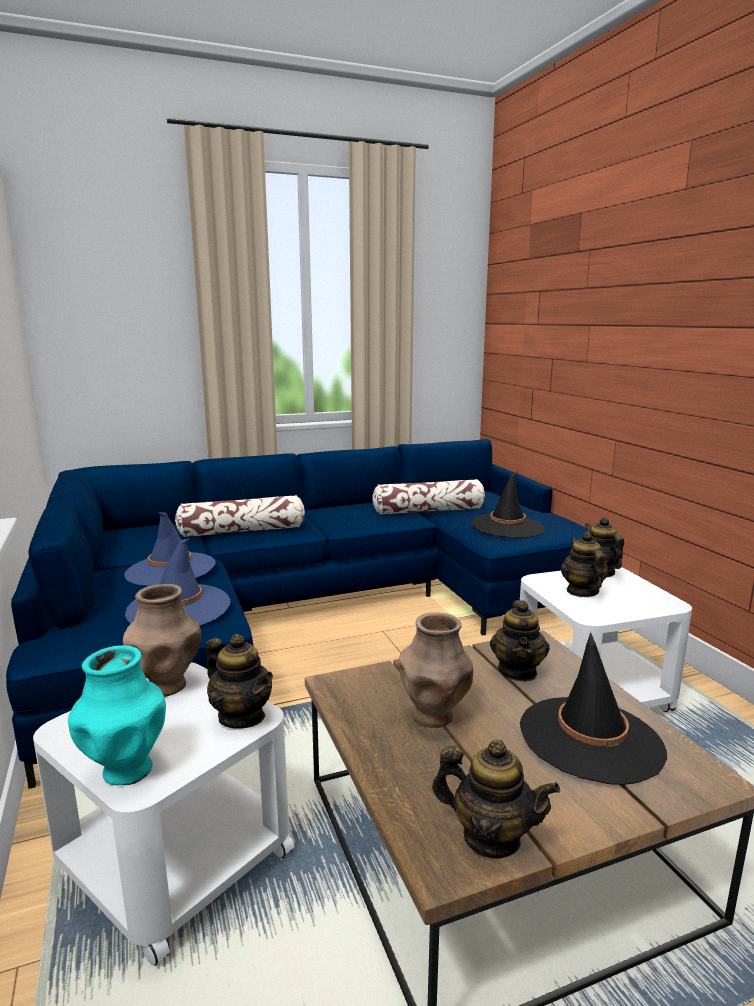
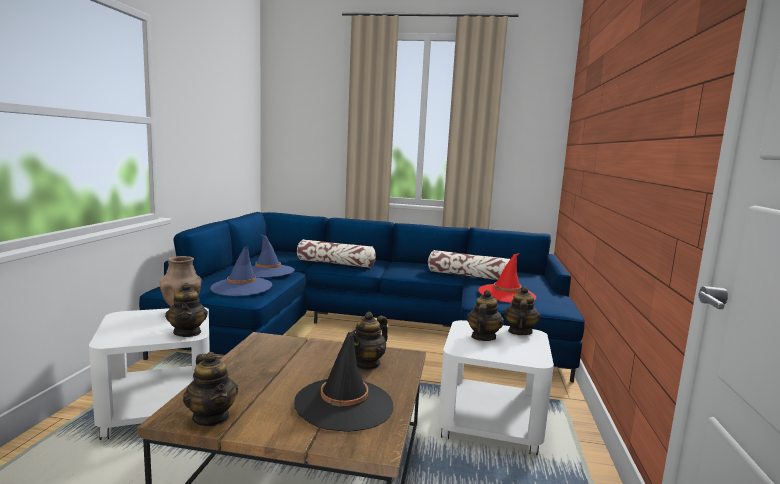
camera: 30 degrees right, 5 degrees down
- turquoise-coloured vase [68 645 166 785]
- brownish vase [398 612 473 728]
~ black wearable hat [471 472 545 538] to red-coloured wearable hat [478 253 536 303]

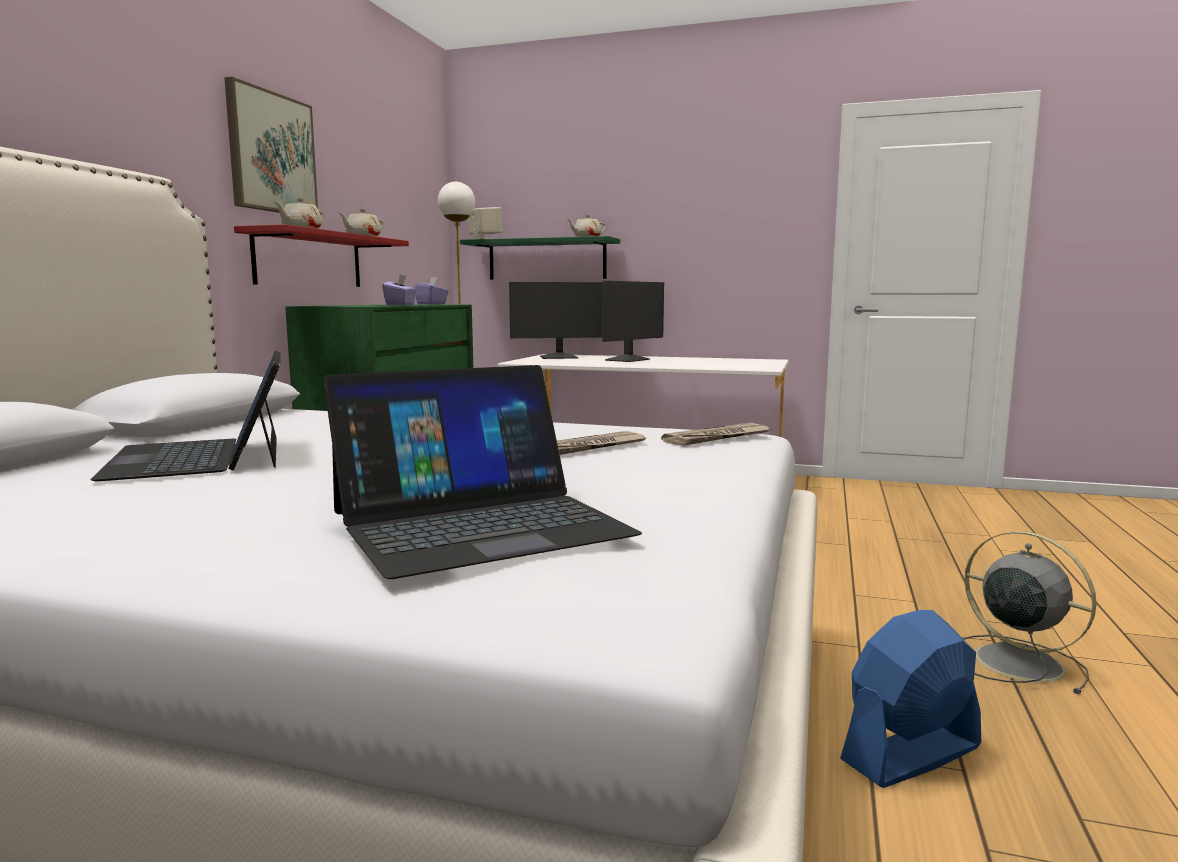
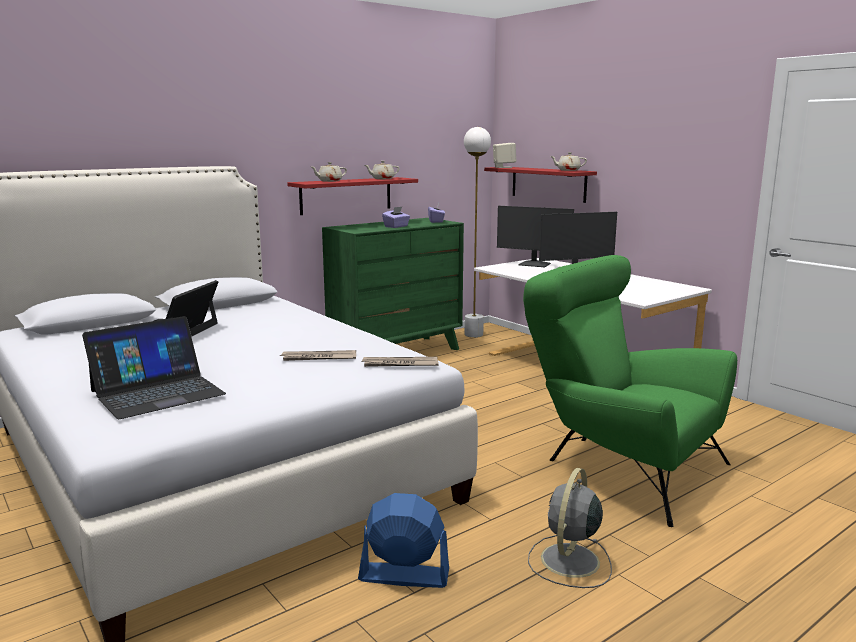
camera: 35 degrees right, 5 degrees up
- picture [224 77 318 213]
+ green armchair [523 255 737 527]
~ green wall shelf [460 236 620 279] to red-coloured wall shelf [484 167 597 203]
~ laptop [324 365 642 579] = [82 316 226 419] 45 degrees counterclockwise
~ gray electric fan [963 531 1097 694] = [528 468 612 588] 150 degrees counterclockwise

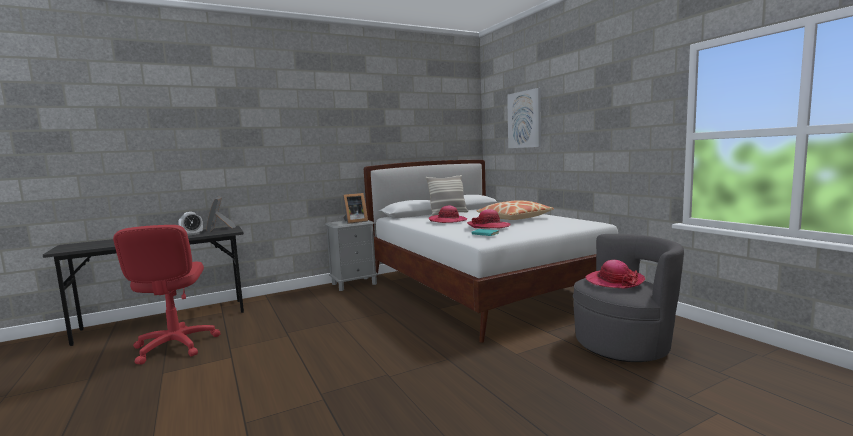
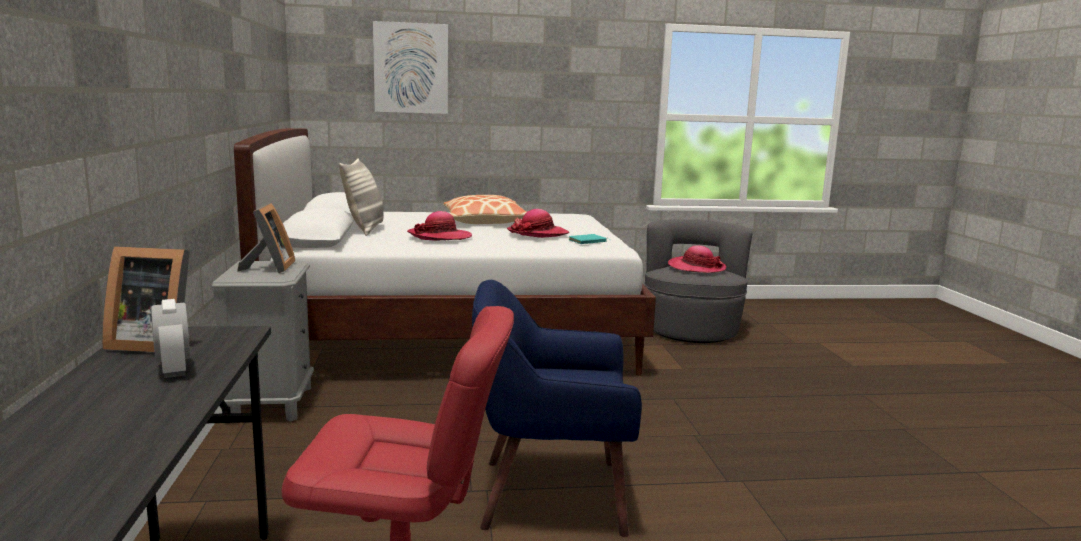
camera: 70 degrees left, 5 degrees up
+ bluish armchair [472 280 642 537]

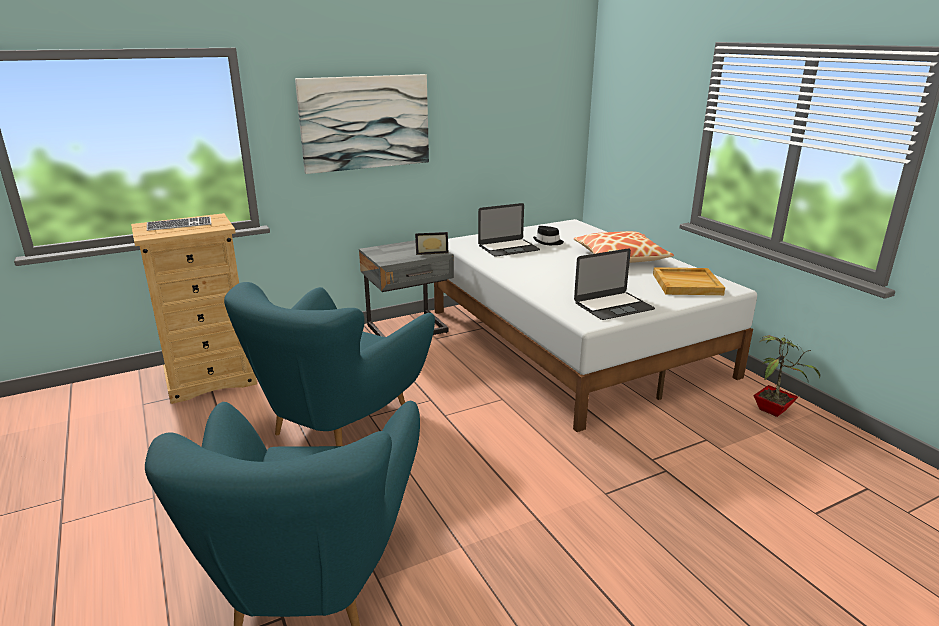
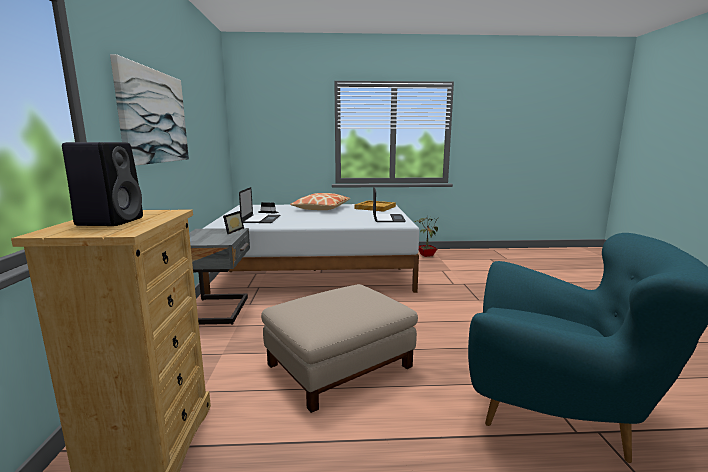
camera: 65 degrees left, 10 degrees down
~ computer keyboard [147 216 211 231] to black audio speaker [62 142 143 226]
~ turquoise-coloured armchair [224 282 435 446] to beige ottoman [261 284 418 413]

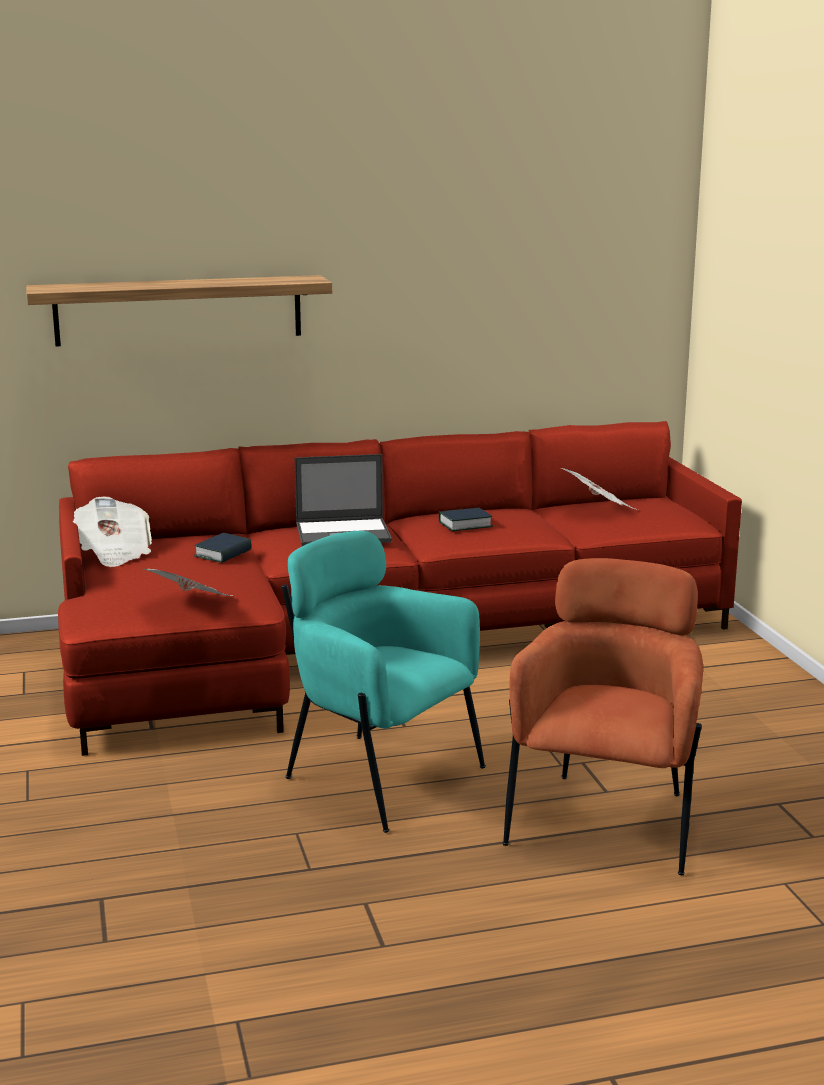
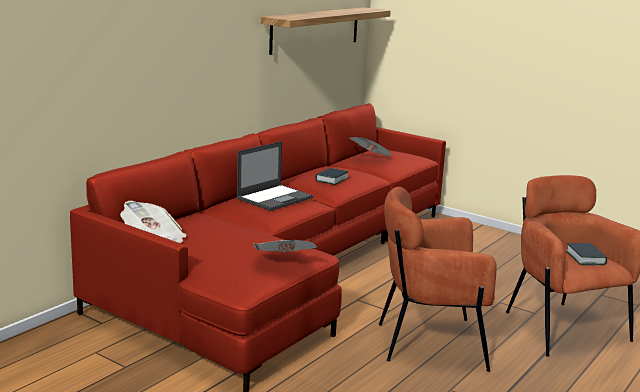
camera: 40 degrees left, 0 degrees up
~ wall shelf [26 275 332 347] to [261 7 391 55]
~ volume [194 533 252 563] to [566 243 607 265]
~ turquoise-coloured armchair [282 531 486 833] to brownish armchair [379 187 496 372]

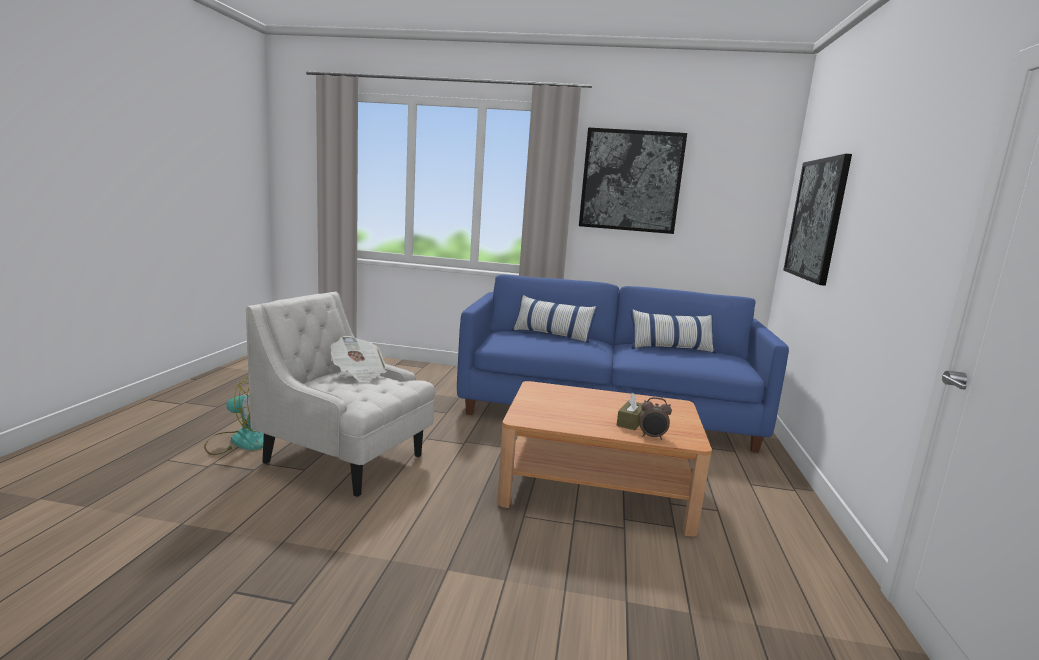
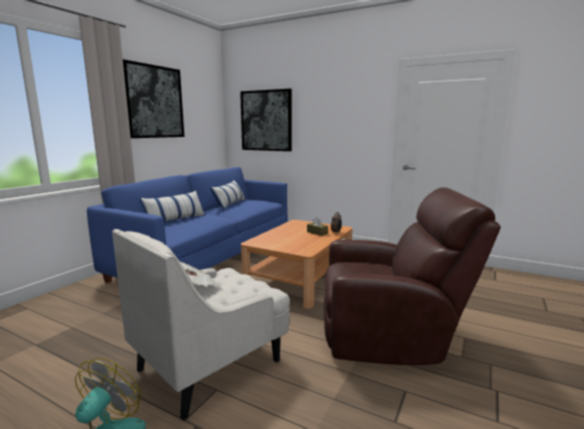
camera: 70 degrees left, 0 degrees up
+ brownish armchair [324 187 501 365]

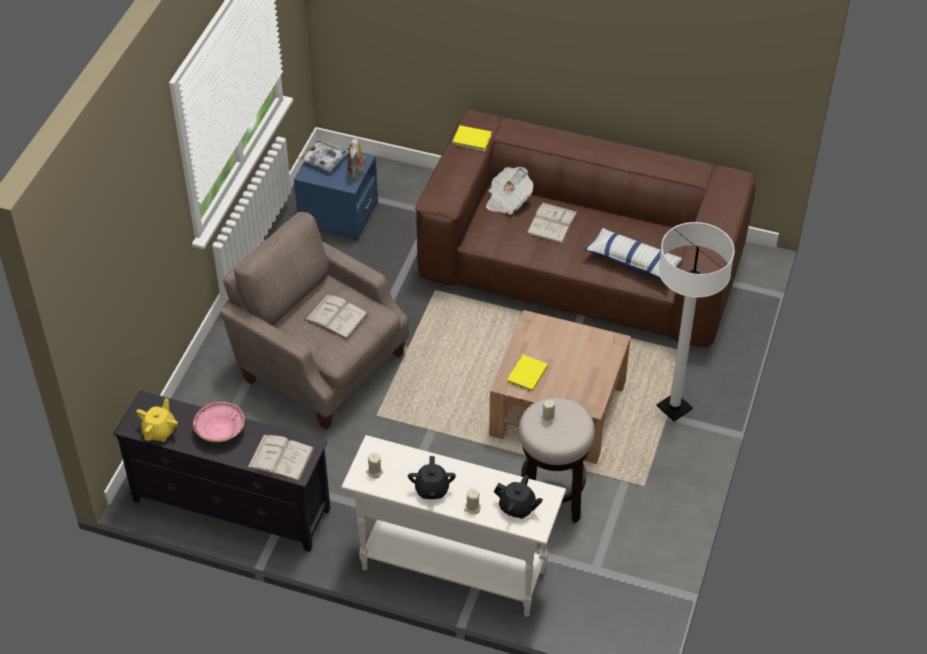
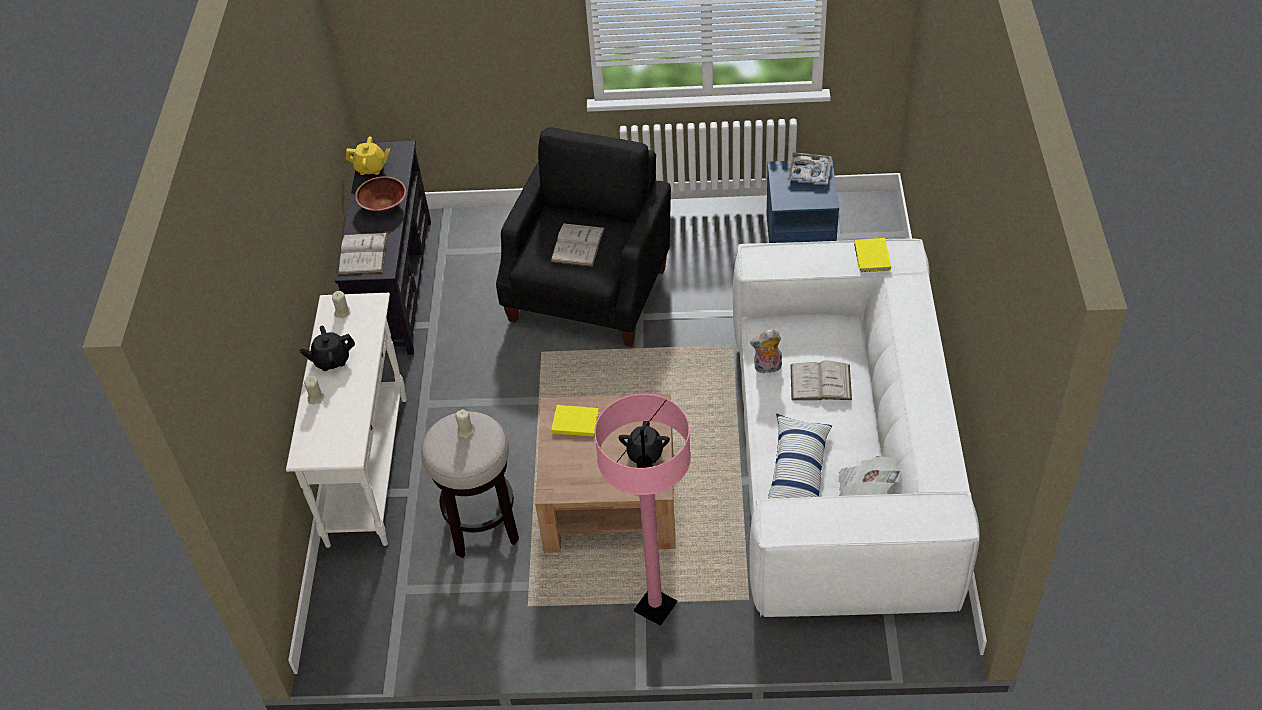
camera: 75 degrees right, 0 degrees up
~ plush toy [347 138 366 180] to [750 329 782 374]
~ daily paper [486 167 533 215] to [839 456 901 496]
~ black teapot [494 475 543 519] to [619 421 670 463]
~ pink deep dish [193 402 245 442] to brownish deep dish [355 176 406 212]
~ beige armchair [221 212 409 430] to black armchair [496 127 671 347]
~ brownish couch [415 110 756 348] to whitish couch [733 239 980 617]
~ whitish standard lamp [657 222 735 421] to pink standard lamp [594 394 691 626]

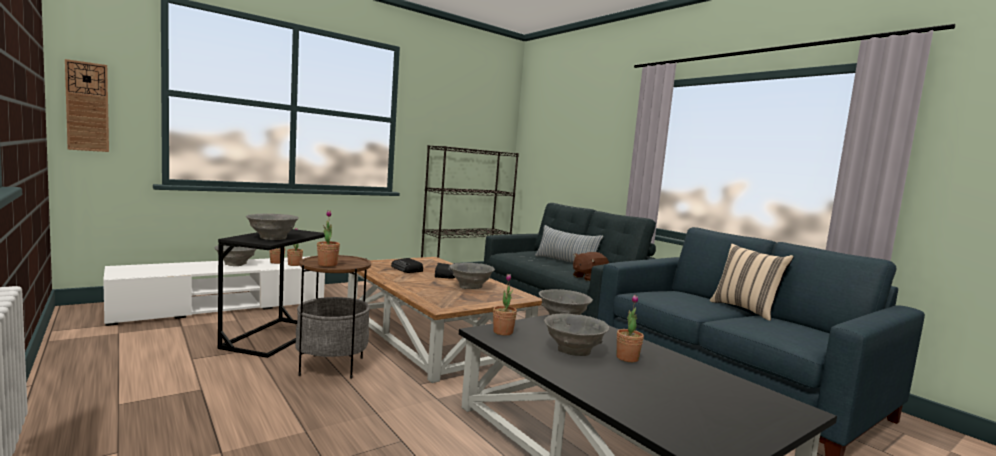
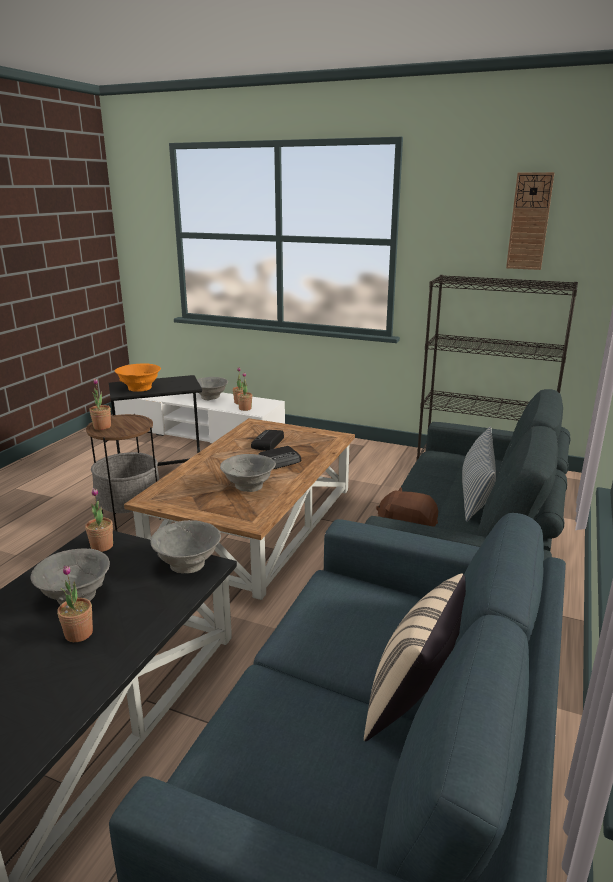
camera: 60 degrees right, 15 degrees up
~ clock on the wall [65 59 109 152] to [506 172 555 270]
~ gray deep dish [246 214 299 240] to orange deep dish [115 363 161 392]

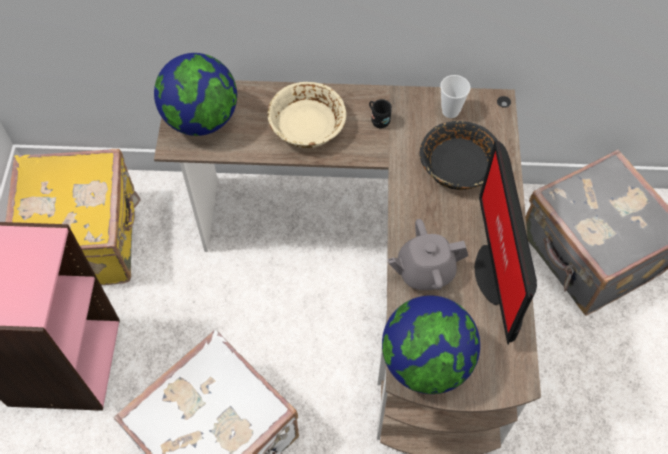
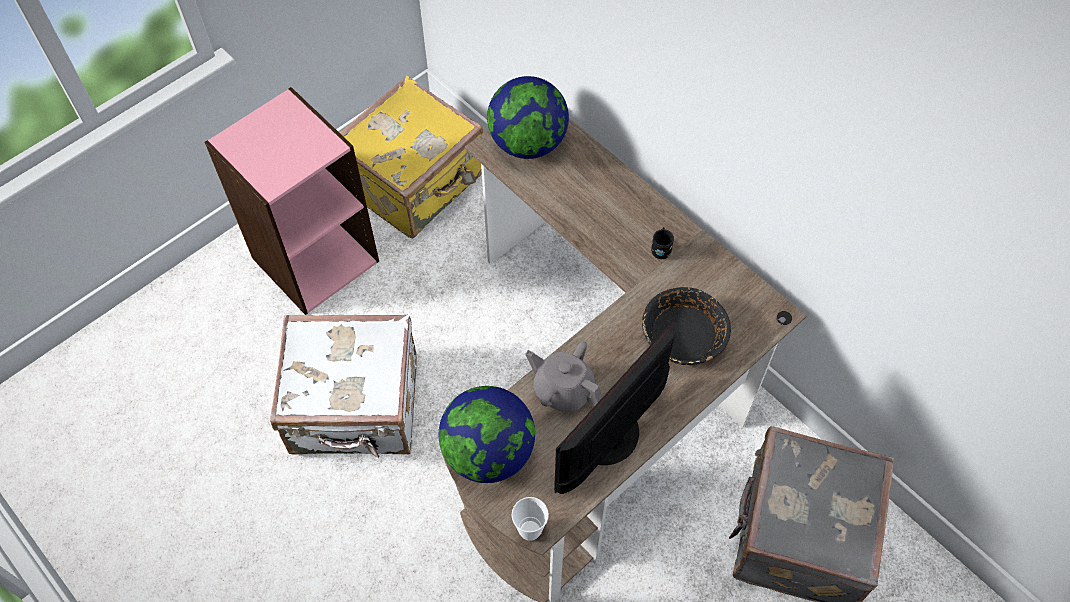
camera: 45 degrees right, 0 degrees up
- beige deep dish [267 82 346 148]
~ drinking cup [440 75 470 118] to [512 497 549 541]

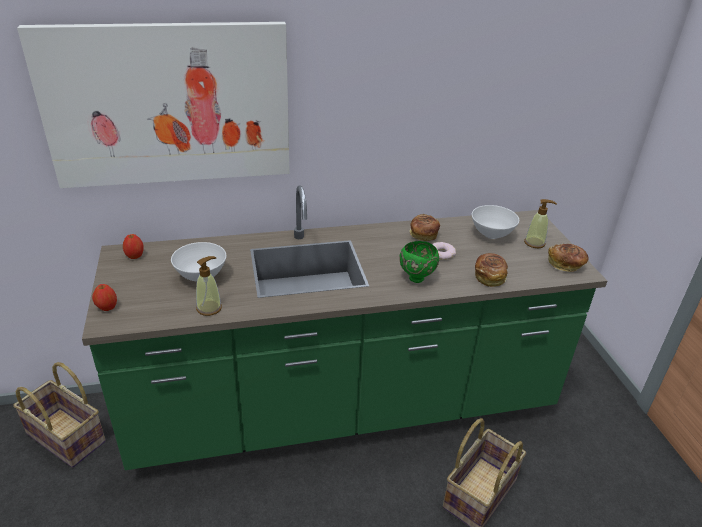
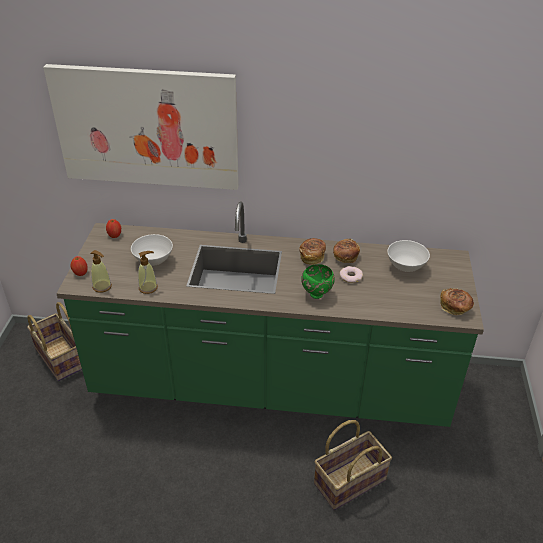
camera: 20 degrees right, 5 degrees up
~ bakery bread [475 253 508 287] to [299 238 326 265]
~ soap bottle [524 199 557 248] to [90 250 112 293]

